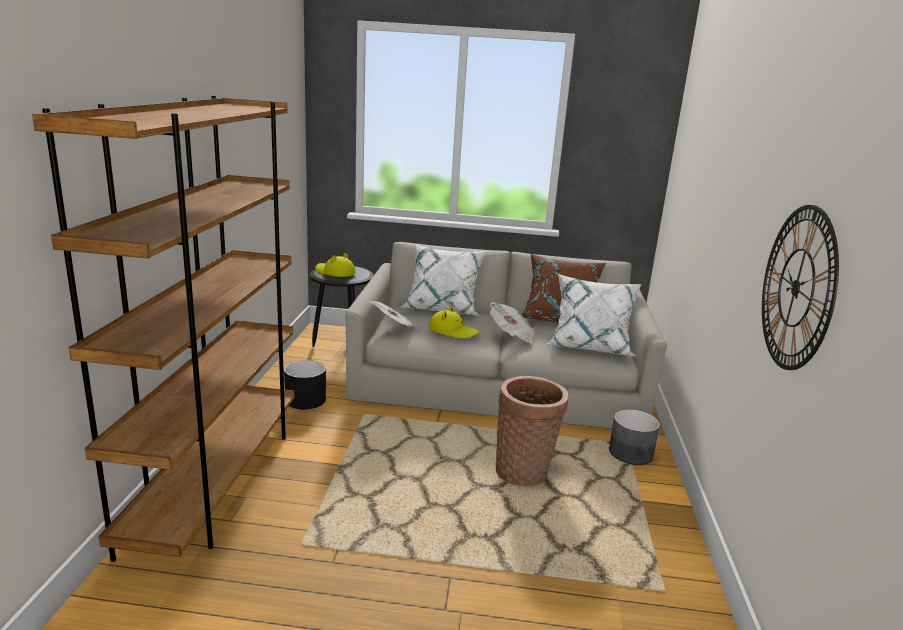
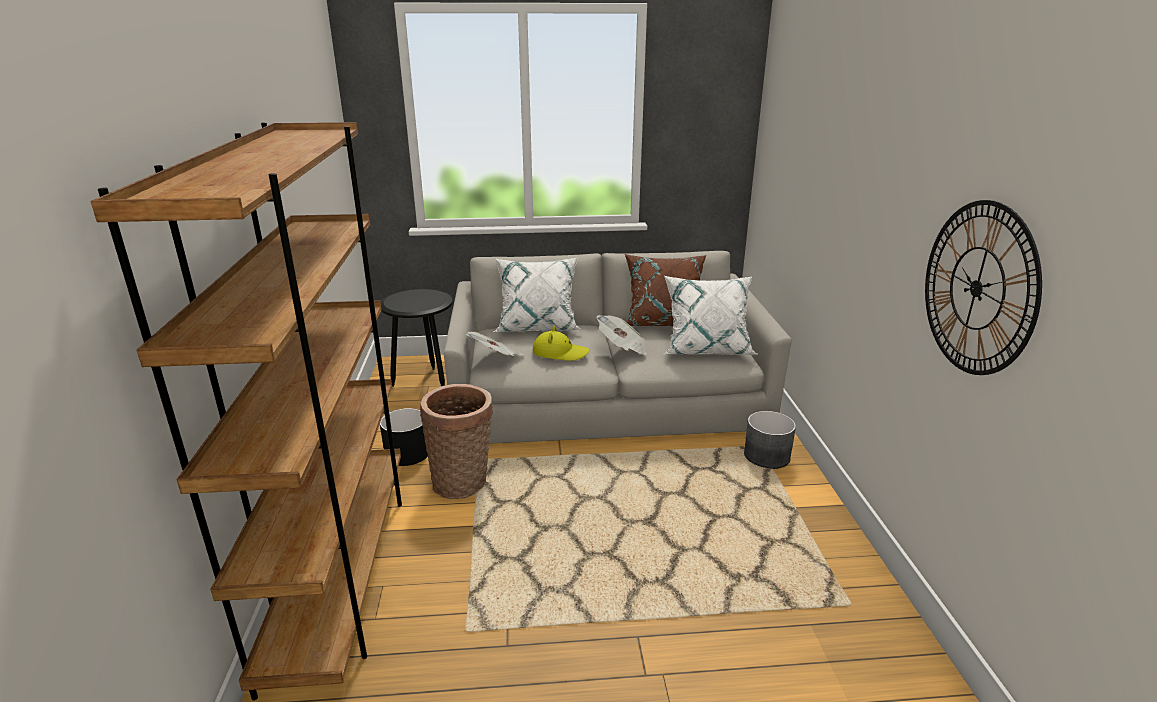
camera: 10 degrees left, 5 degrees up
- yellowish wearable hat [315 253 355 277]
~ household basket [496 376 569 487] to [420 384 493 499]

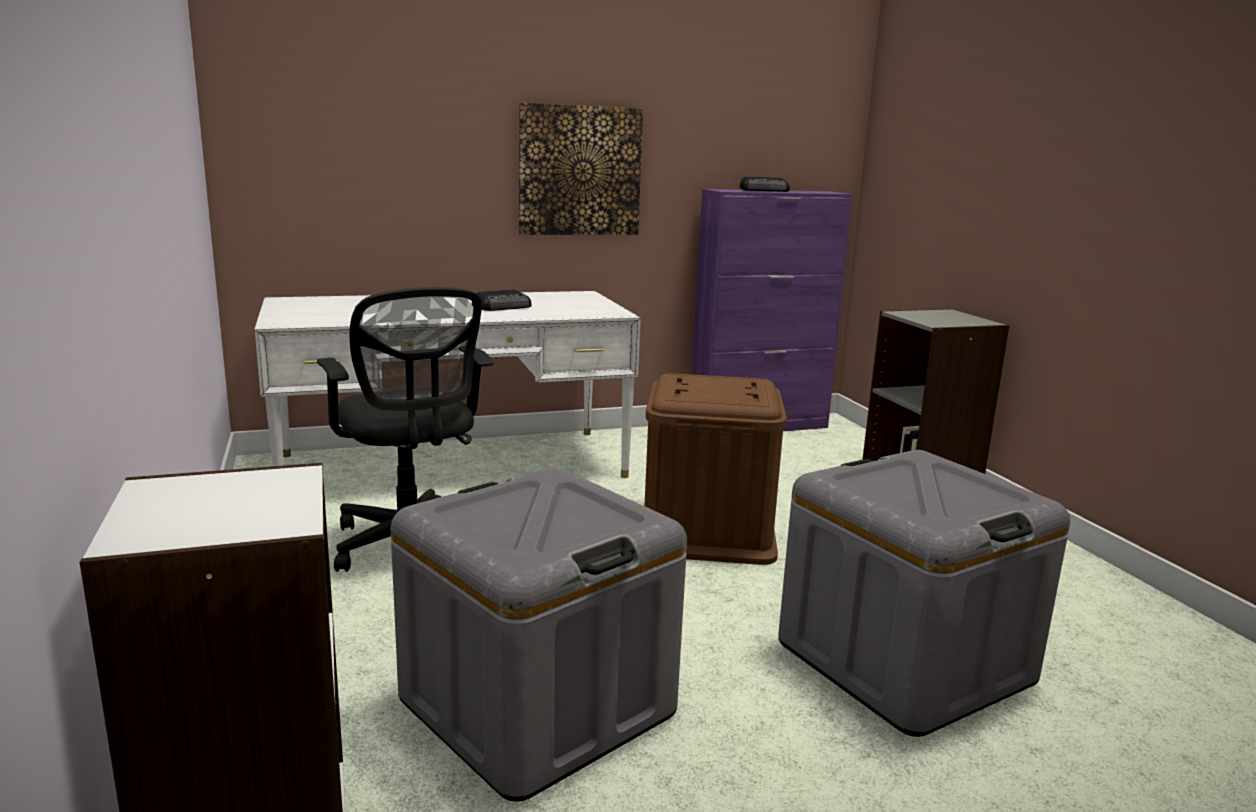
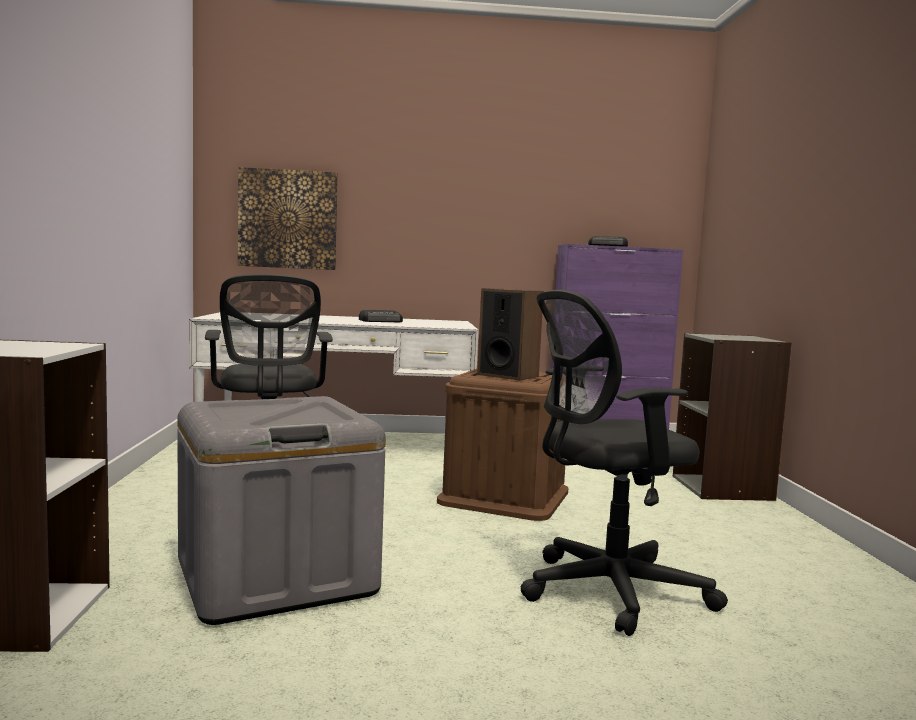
camera: 15 degrees right, 10 degrees down
+ audio speaker [477 288 544 380]
~ picture [519 103 643 235] to [238 167 338 270]
~ gray storage box [778 450 1070 737] to black office chair [521 290 728 636]

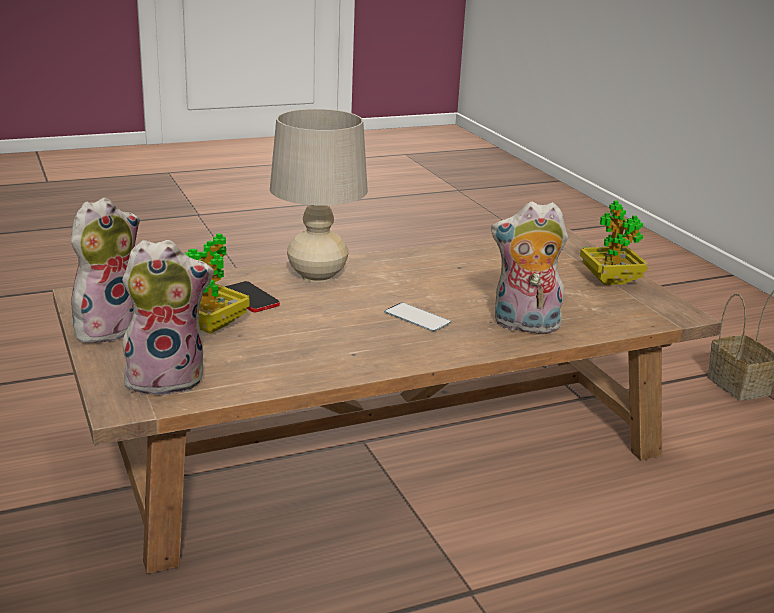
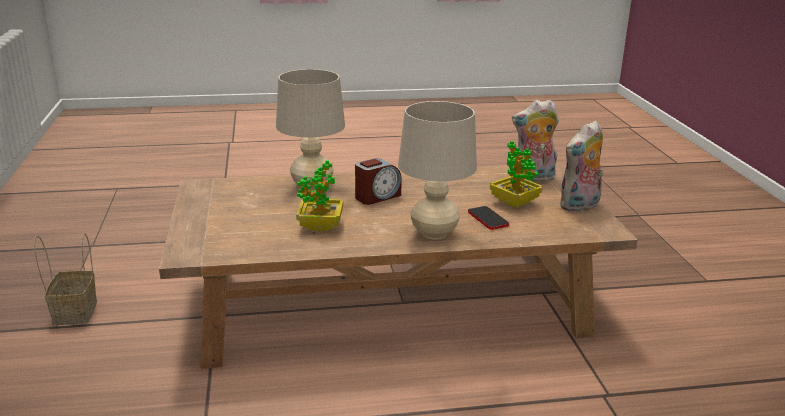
camera: 165 degrees left, 0 degrees up
~ houseplant [580 201 648 285] to [296 160 343 231]
~ handset [384 302 451 332] to alarm clock [355 158 402 205]
~ plush toy [491 201 568 337] to beige lamp for a table [276 69 345 191]

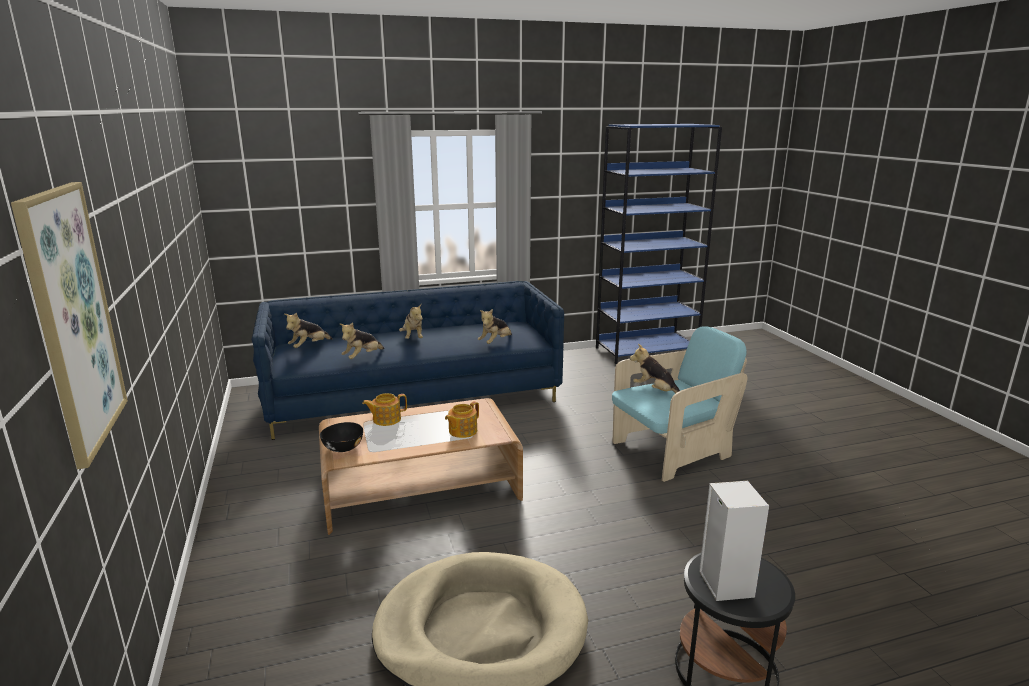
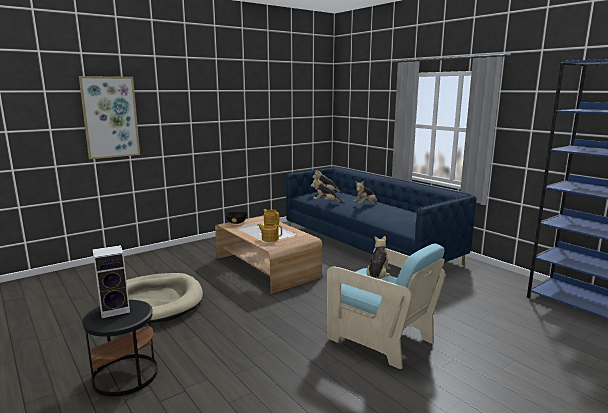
camera: 70 degrees right, 5 degrees down
- plush toy [478 309 512 344]

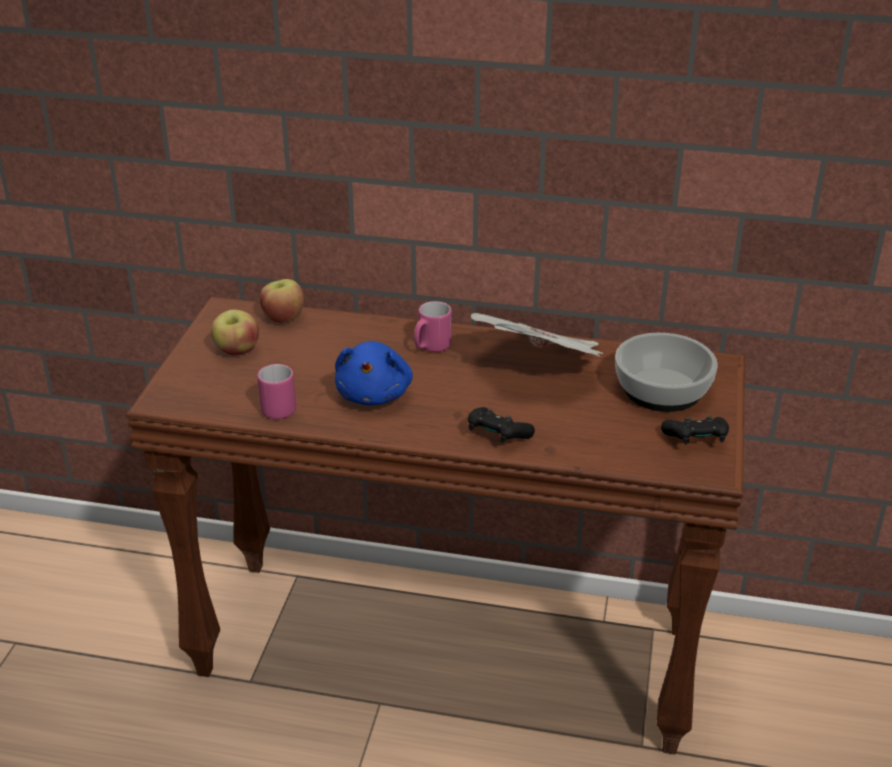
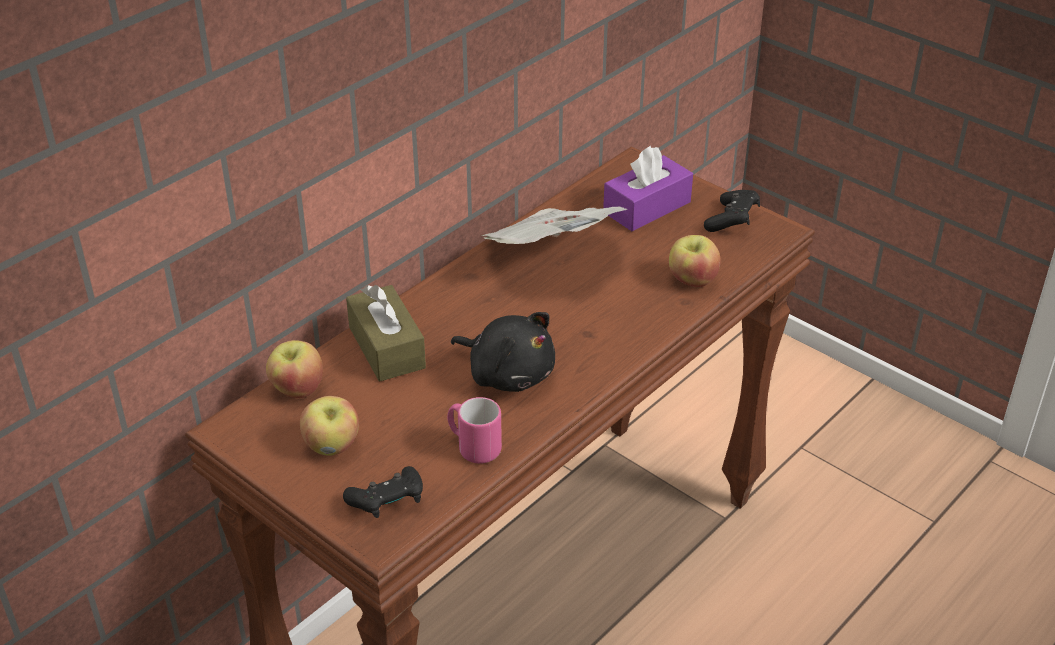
camera: 60 degrees left, 5 degrees up
- pink mug [414 301 452 352]
+ brownish box of tissues [346 285 426 381]
+ apple [669 235 721 287]
~ black joypad [468 407 535 443] to [343 466 423 518]
~ deep dish [615 333 718 412] to purple box of tissues [603 146 693 231]
~ bluish plush toy [335 341 413 406] to black plush toy [451 312 555 392]

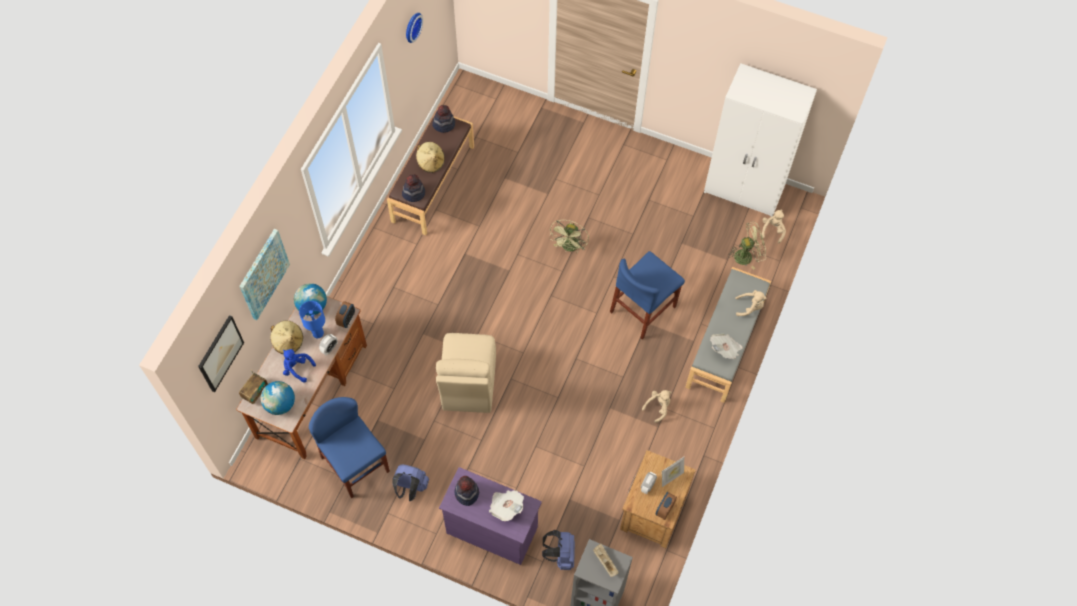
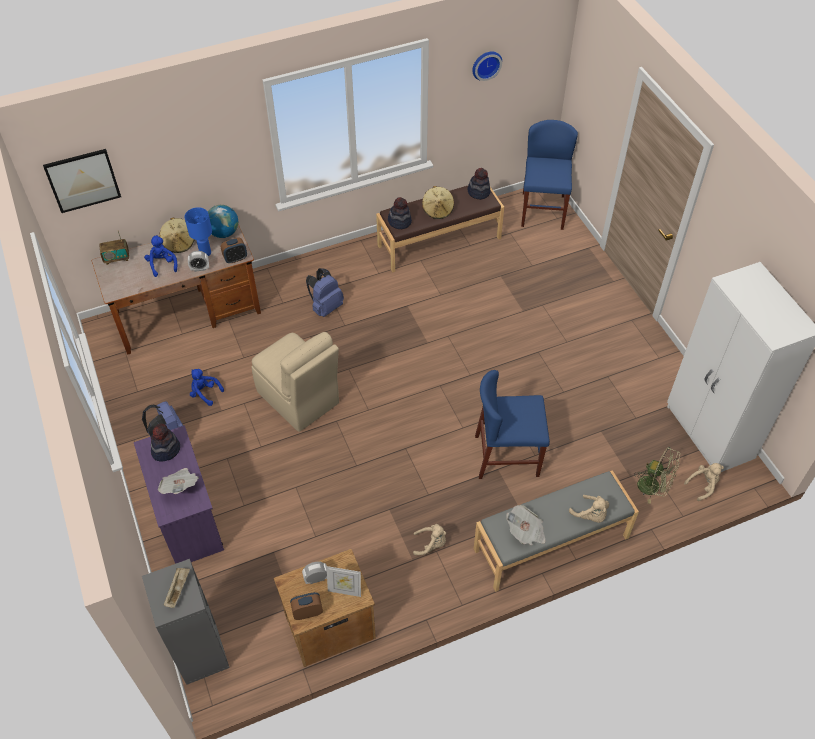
camera: 45 degrees right, 10 degrees down
- picture [239 229 290 320]
- globe [260 381 295 415]
- green electric fan [549 220 589 252]
+ bluish plush toy [190 369 224 406]
~ bluish plain chair [309 397 390 498] to [521 120 578 230]
~ bluish knapsack [542 530 575 570] to [306 268 344 317]
~ beige plain chair [436 333 496 413] = [251 332 339 432] 90 degrees counterclockwise

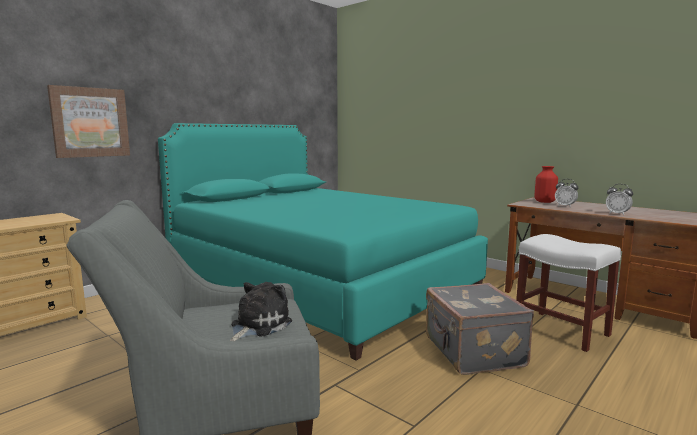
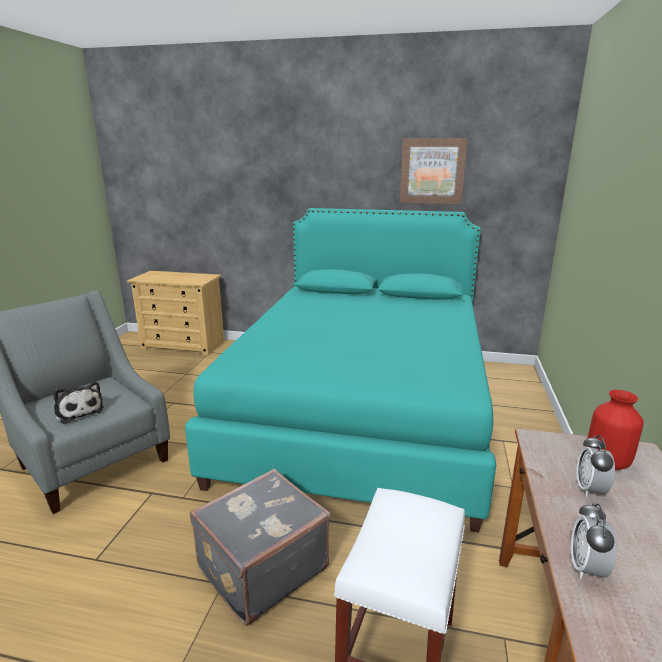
camera: 60 degrees right, 10 degrees up
~ picture [47 85 130 158] to [400 138 468 204]
~ plush toy [230 282 292 341] = [54 382 104 424] 45 degrees clockwise

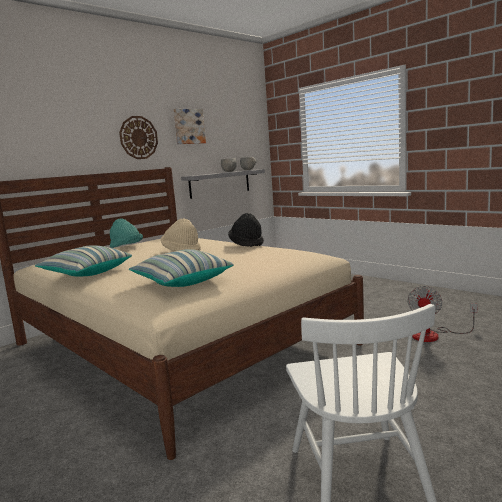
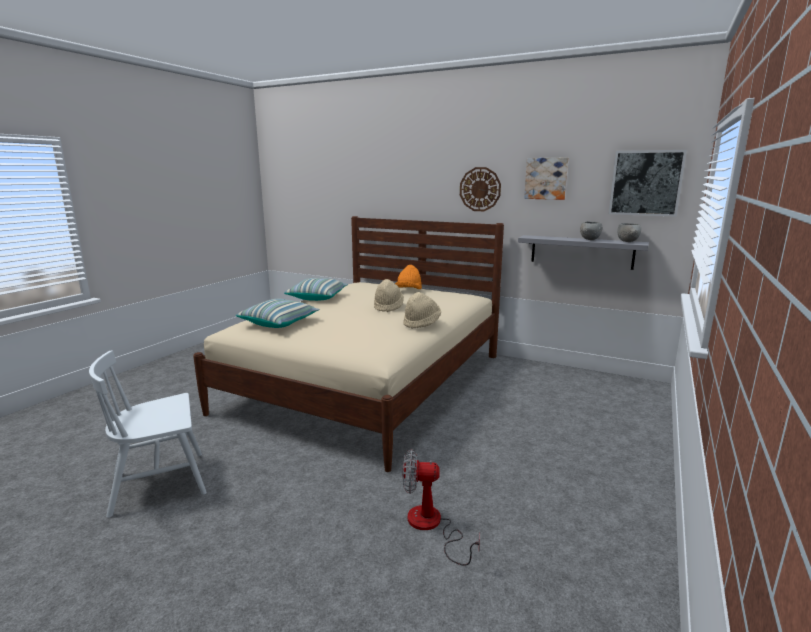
camera: 70 degrees right, 5 degrees up
+ picture [609 150 687 217]
~ turquoise-coloured wearable hat [110 218 143 248] to orange wearable hat [395 265 422 289]
~ black wearable hat [228 213 264 247] to beige wearable hat [403 292 441 329]

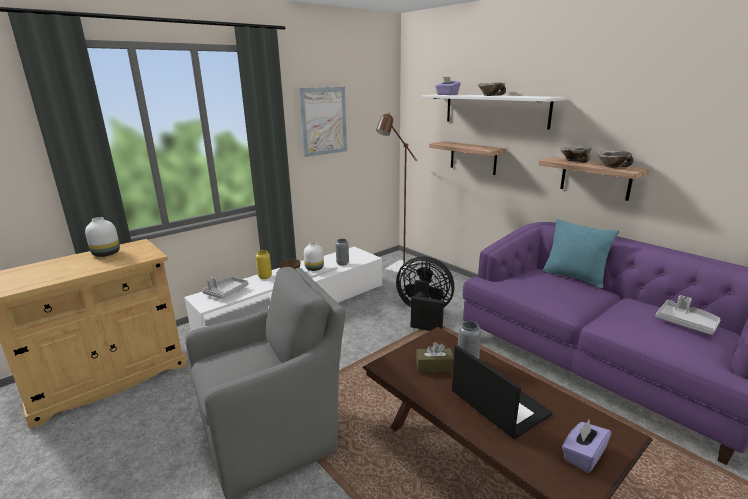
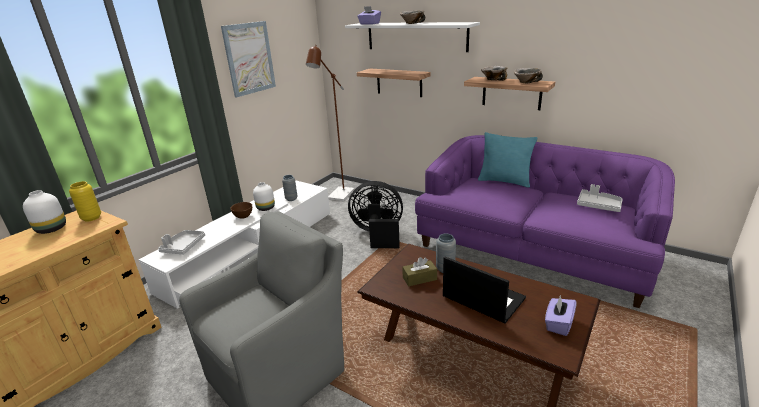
camera: 15 degrees left, 5 degrees up
~ yellowish vase [256 250 272 279] to [69 181 101 222]

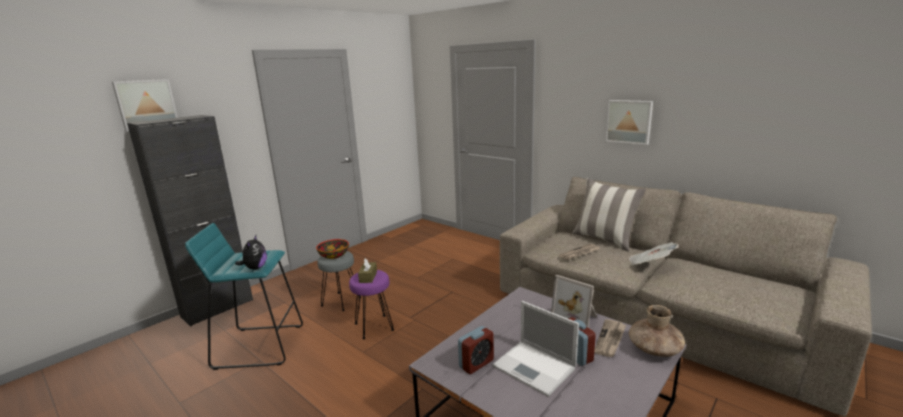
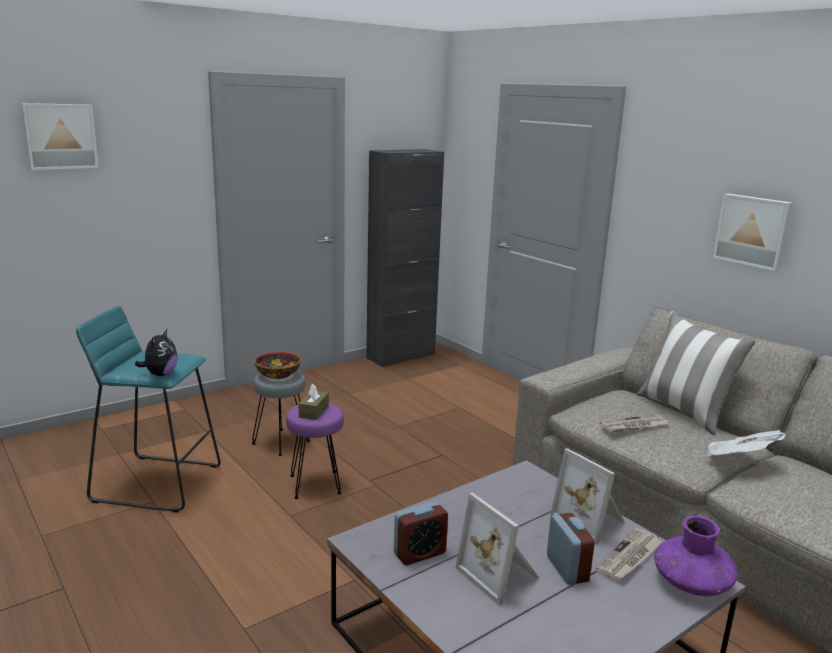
camera: 10 degrees right, 0 degrees up
~ black cupboard [127 115 253 327] to [366 149 444 367]
~ laptop [492 301 579 397] to photo frame [456 493 539 606]
~ brownish vase [629 305 685 357] to purple vase [654 516 738 596]

